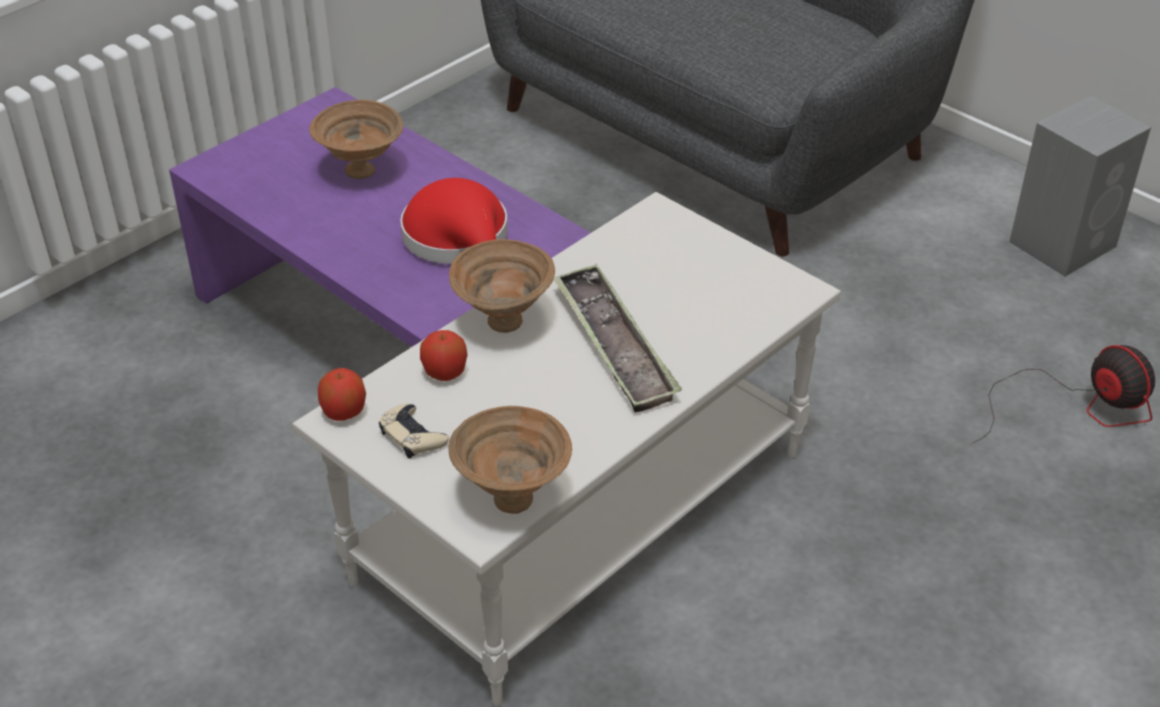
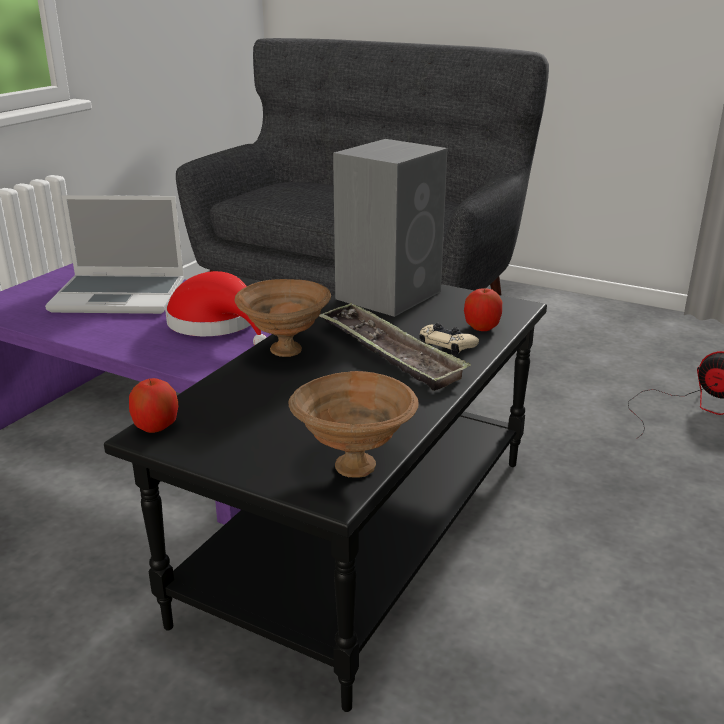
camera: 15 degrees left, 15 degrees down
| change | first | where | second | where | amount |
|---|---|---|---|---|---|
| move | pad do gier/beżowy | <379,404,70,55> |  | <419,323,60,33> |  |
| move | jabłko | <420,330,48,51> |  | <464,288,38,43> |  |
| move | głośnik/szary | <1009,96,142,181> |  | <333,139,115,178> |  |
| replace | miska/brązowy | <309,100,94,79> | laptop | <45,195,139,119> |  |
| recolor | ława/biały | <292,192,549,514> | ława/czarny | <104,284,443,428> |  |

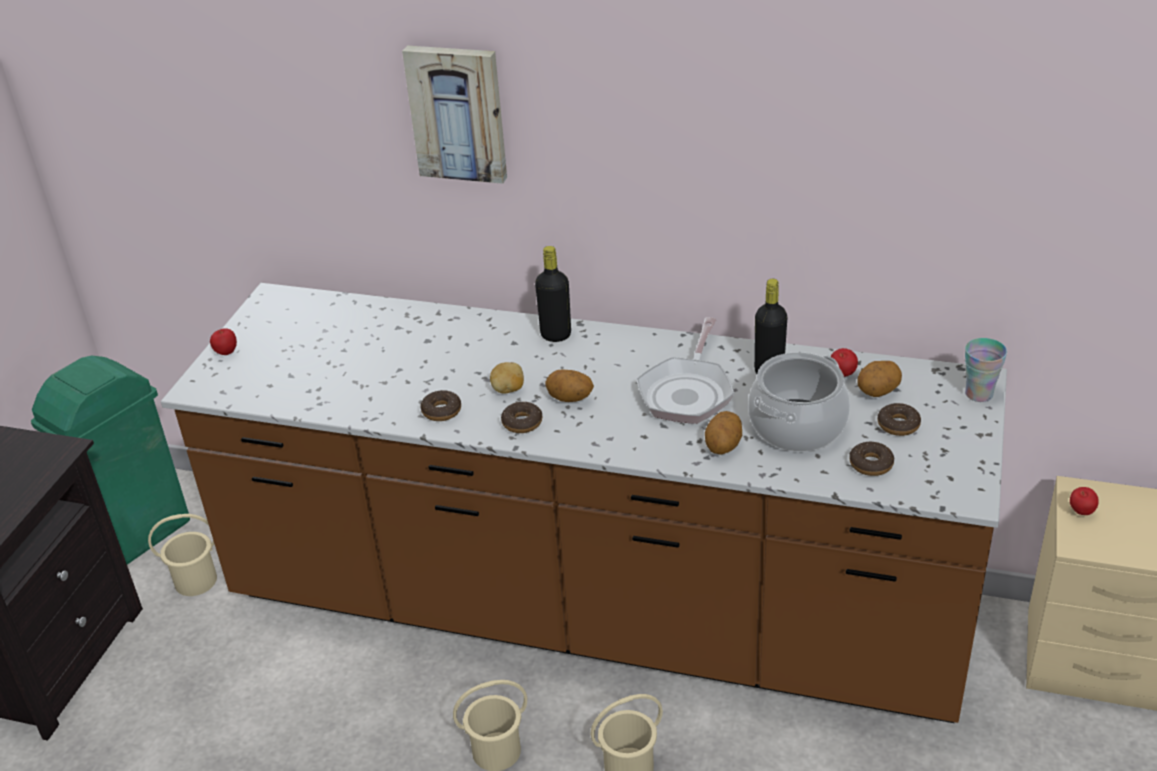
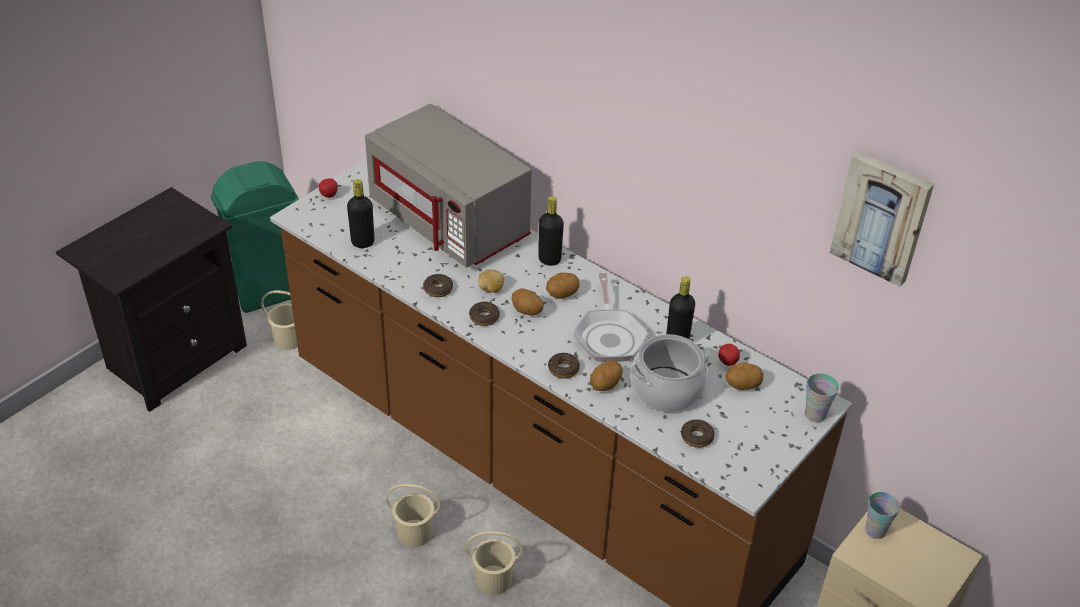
camera: 20 degrees right, 5 degrees up
| change | first | where | second | where | amount |
|---|---|---|---|---|---|
| insert |  |  | butelka/czarny | <347,179,27,69> |  |
| insert |  |  | mikrofalówka/szary | <365,104,167,164> |  |
| insert |  |  | ziemniak | <546,273,34,26> |  |
| move | obraz | <402,45,105,139> |  | <830,151,104,136> |  |
| move | donut | <878,403,43,33> |  | <548,353,32,26> |  |
| replace | jabłko | <1070,487,29,28> | filiżanka | <865,492,35,47> |  |
| rotate | patelnia | <637,317,97,107> |  | <573,273,76,89> | 45 degrees counterclockwise |

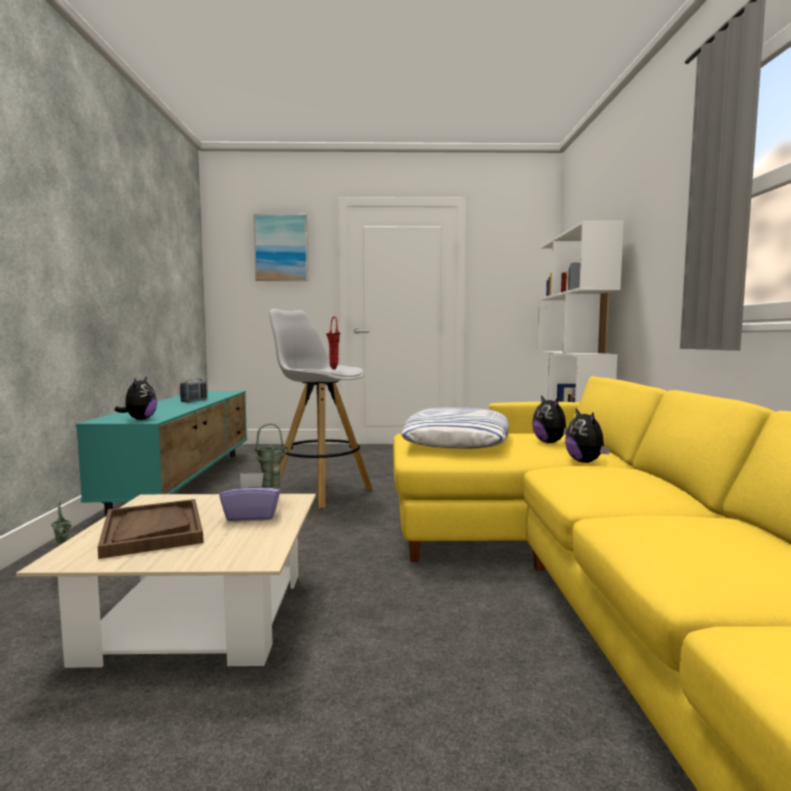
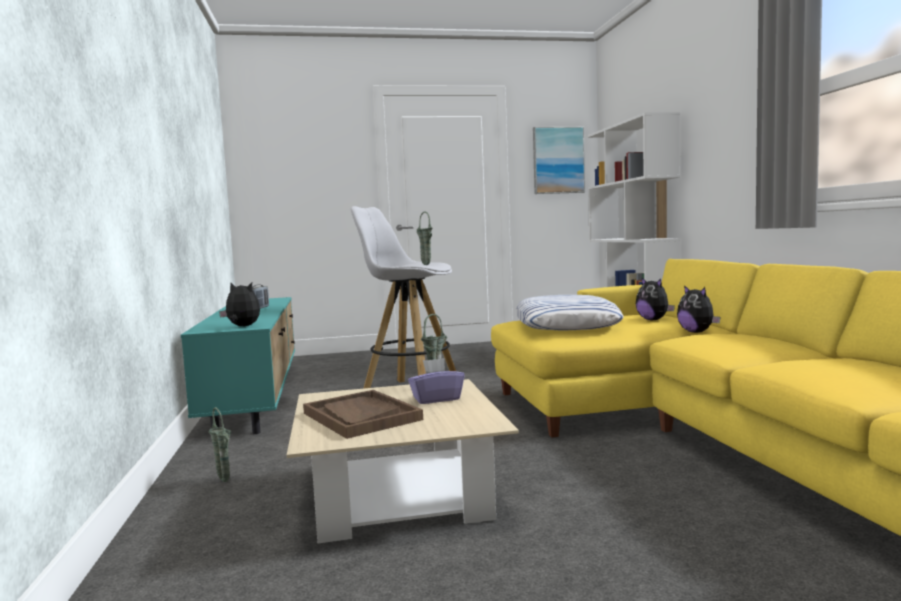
camera: 10 degrees left, 0 degrees up
| change | first | where | second | where | amount |
|---|---|---|---|---|---|
| move | obraz | <253,214,55,67> |  | <533,126,52,68> |  |
| recolor | wazon/czerwony | <326,316,15,53> | wazon/zielony | <417,212,16,53> |  |
| rotate | pluszak | <114,377,43,43> |  | <219,282,41,44> | 60 degrees counterclockwise |

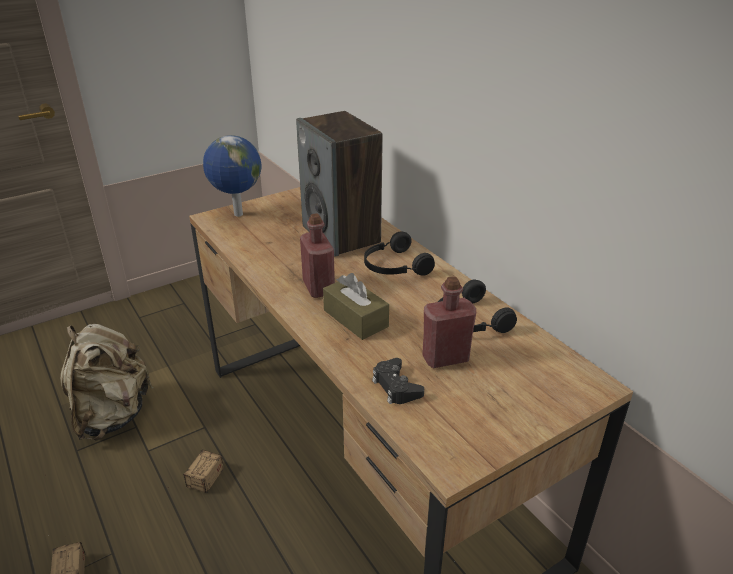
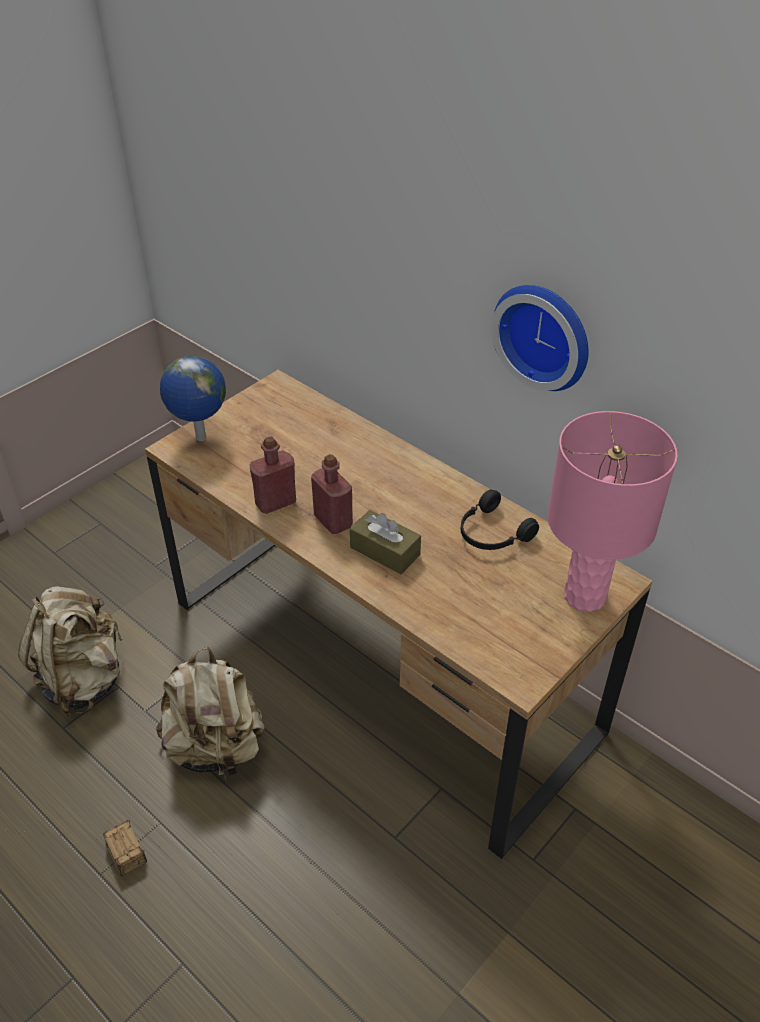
camera: 15 degrees left, 10 degrees up
| change | first | where | second | where | amount |
|---|---|---|---|---|---|
| delete | głośnik | <296,111,87,146> |  |  |  |
| delete | słuchawki/czarny | <364,231,71,45> |  |  |  |
| delete | pad do gier/czarny | <372,358,52,46> |  |  |  |
| insert |  |  | zegar ścienny | <491,285,98,106> |  |
| insert |  |  | lampa stołowa/różowy | <547,411,131,201> |  |
| move | butelka/czerwony | <422,276,54,92> |  | <250,436,46,78> |  |
| replace | pojemnik do przechowywania | <167,450,57,43> | plecak/beżowy | <156,646,109,134> |  |

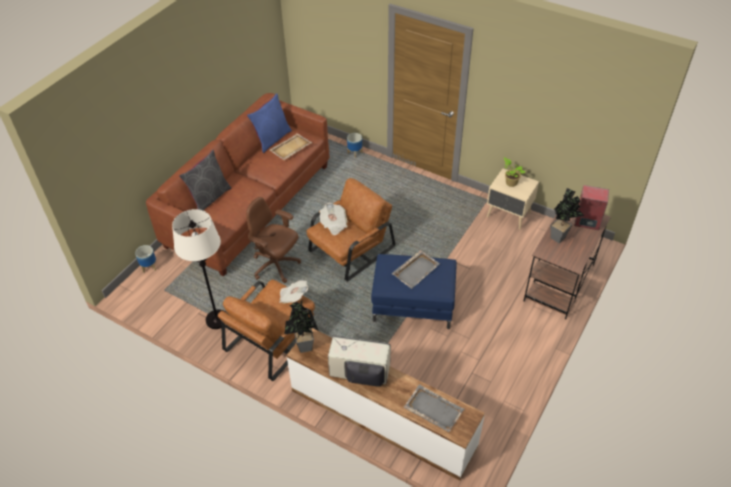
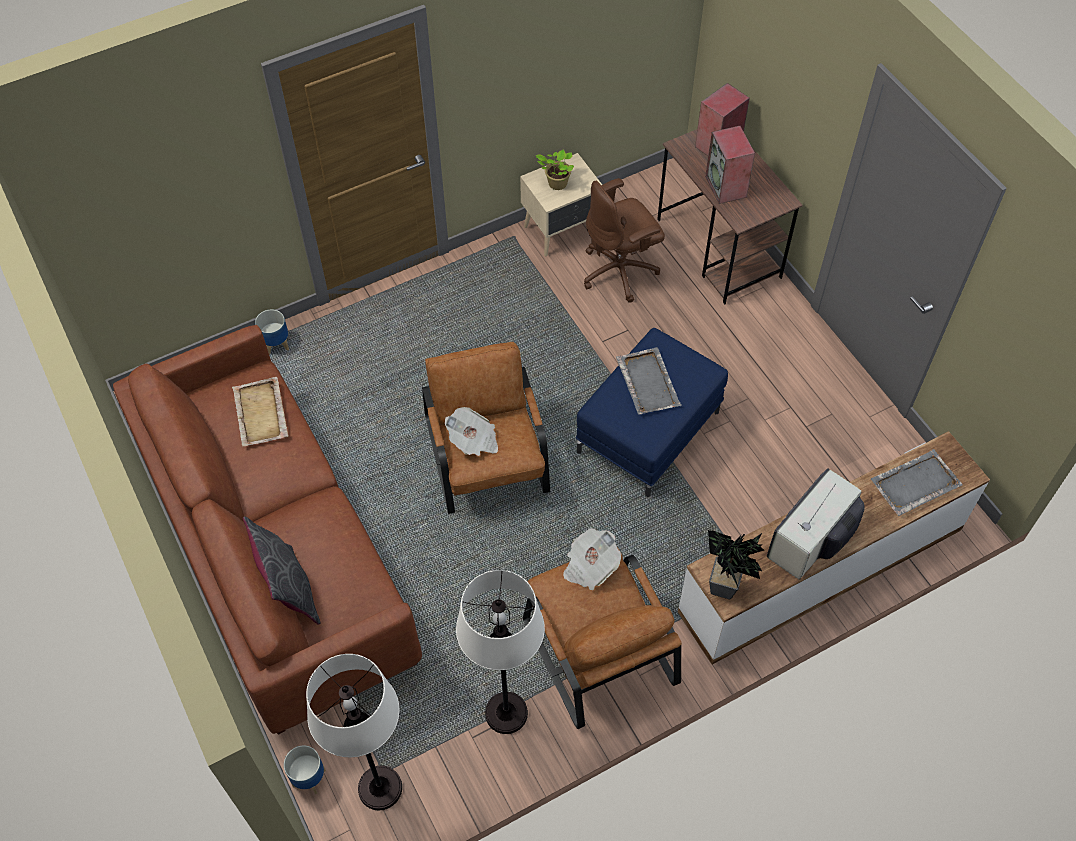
camera: 60 degrees left, 10 degrees up
| change | first | where | second | where | amount |
|---|---|---|---|---|---|
| delete | poduszka/niebieski | <247,93,45,60> |  |  |  |
| insert |  |  | lampa stojąca/biały | <306,654,96,156> |  |
| move | krzesło biurowe/brązowy | <246,197,55,86> |  | <584,178,81,124> |  |
| replace | roślina doniczkowa | <550,188,34,55> | głośnik | <705,126,50,78> |  |

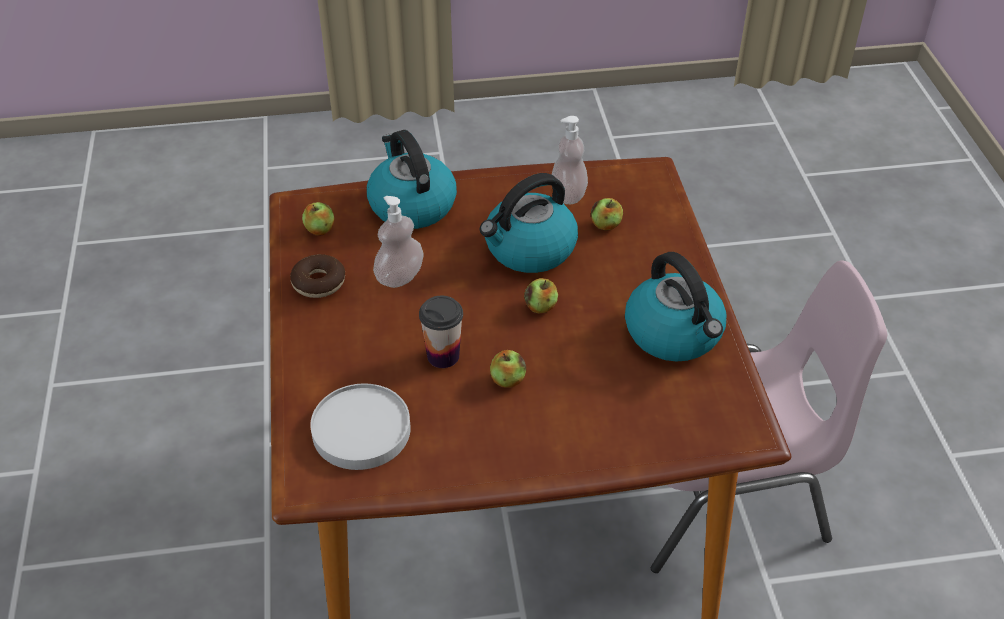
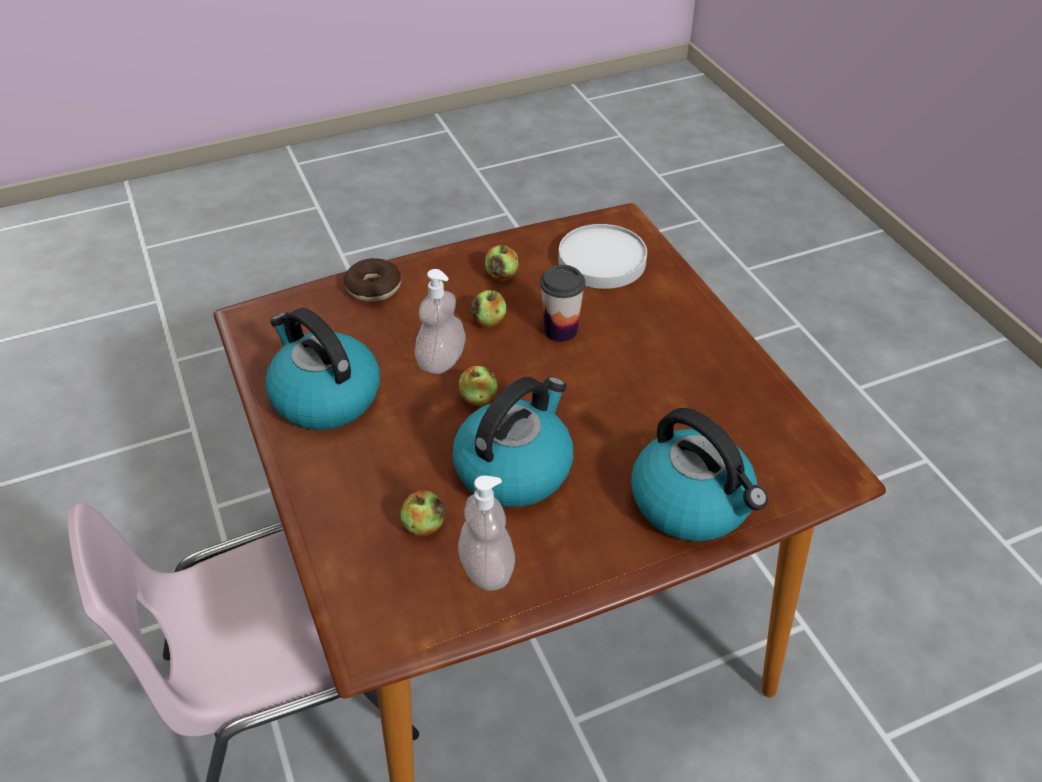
camera: 165 degrees right, 0 degrees up
| change | first | where | second | where | amount |
|---|---|---|---|---|---|
| move | donut | <290,254,55,44> |  | <344,258,57,44> |  |
| move | jabłko | <302,202,32,34> |  | <485,244,33,37> |  |
| move | dozownik mydła | <373,196,51,92> |  | <415,269,51,105> |  |

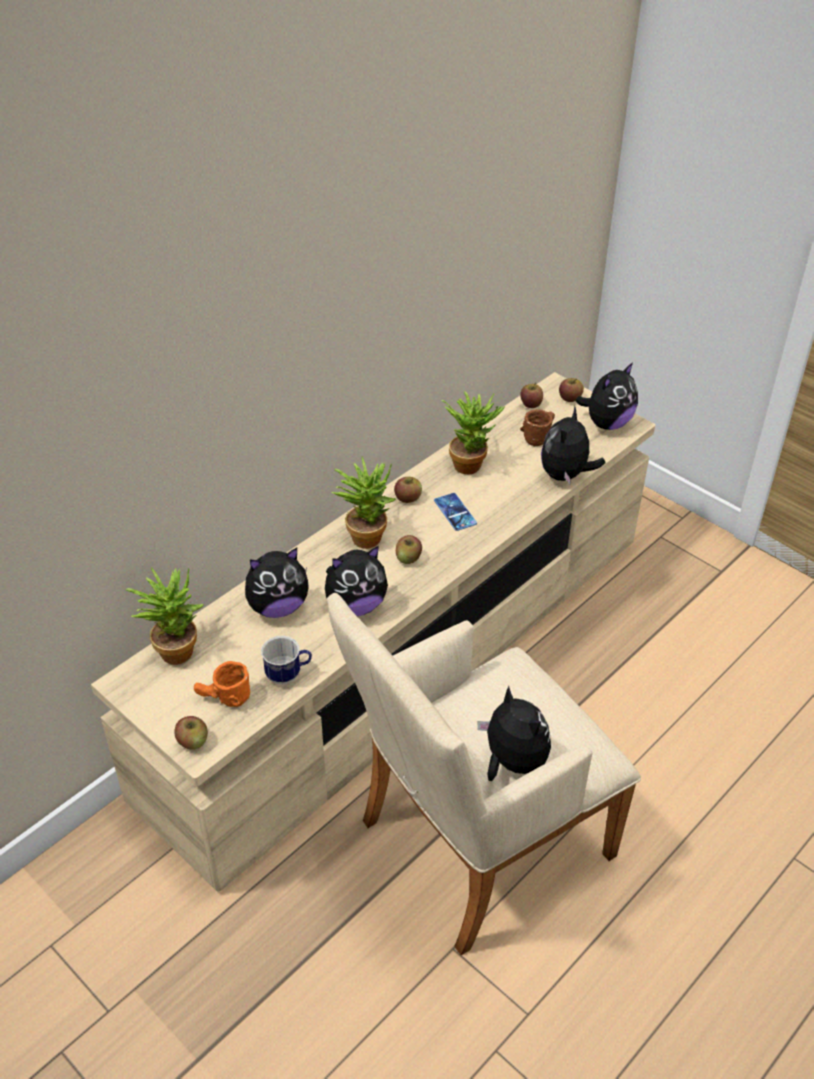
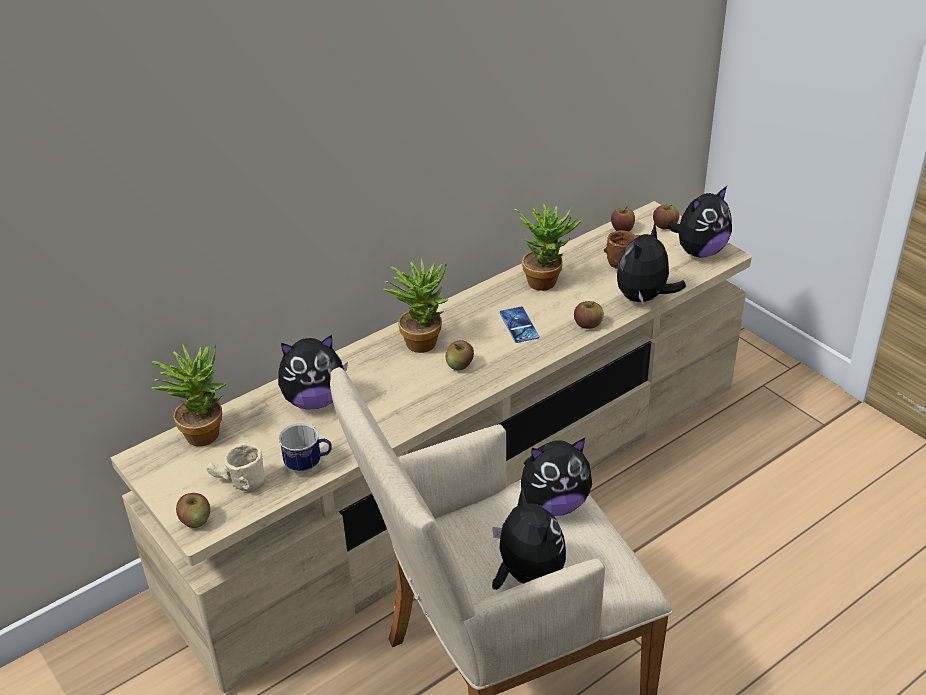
camera: 10 degrees right, 5 degrees down
| change | first | where | second | where | amount |
|---|---|---|---|---|---|
| move | pluszak | <325,546,63,70> |  | <521,438,71,78> |  |
| move | jabłko | <394,477,28,26> |  | <574,301,30,28> |  |
| recolor | kubek/pomarańczowy | <194,661,56,46> | kubek/beżowy | <206,443,59,49> |  |

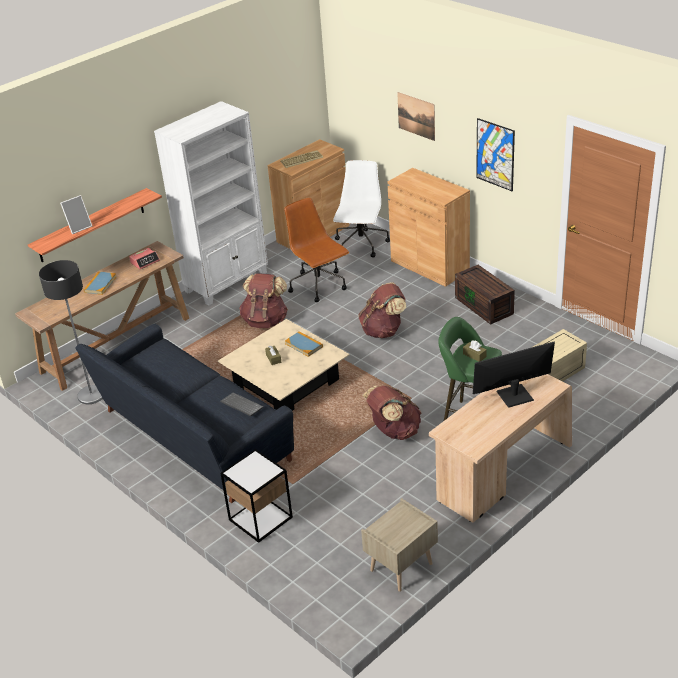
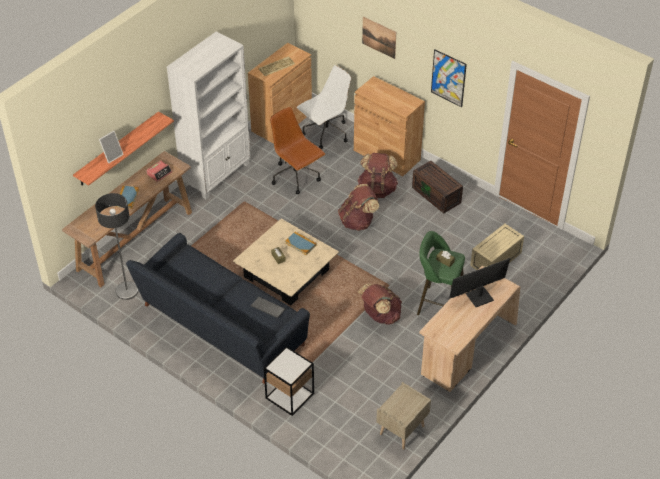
camera: 10 degrees left, 10 degrees up
| change | first | where | second | where | amount |
|---|---|---|---|---|---|
| move | plecak/brązowy | <239,273,49,55> |  | <357,153,41,45> |  |
| rotate | krzesło biurowe/biały | <333,160,57,97> |  | <297,65,54,84> | 45 degrees clockwise |

